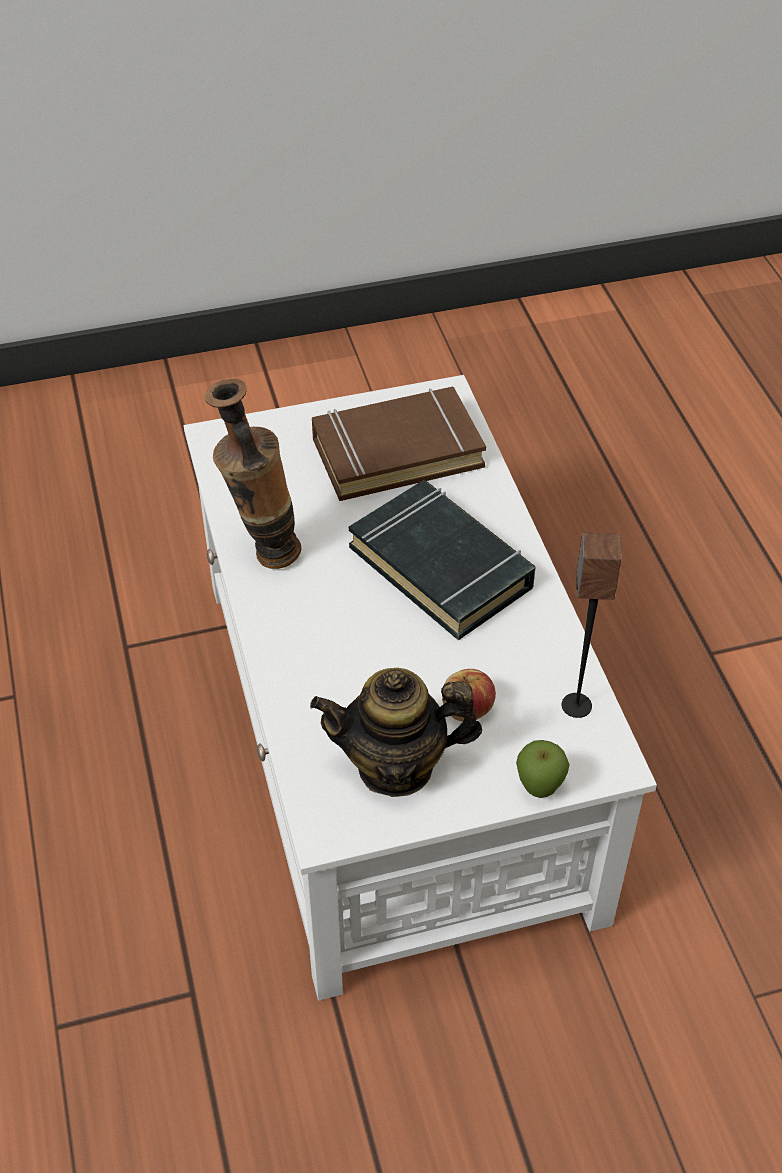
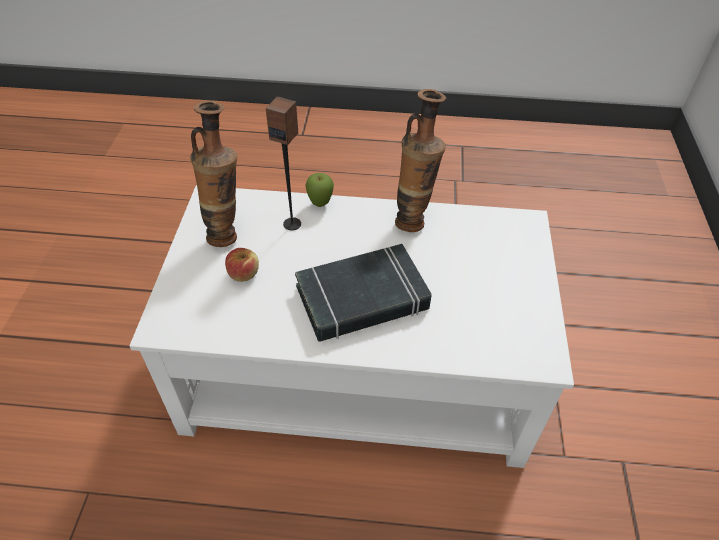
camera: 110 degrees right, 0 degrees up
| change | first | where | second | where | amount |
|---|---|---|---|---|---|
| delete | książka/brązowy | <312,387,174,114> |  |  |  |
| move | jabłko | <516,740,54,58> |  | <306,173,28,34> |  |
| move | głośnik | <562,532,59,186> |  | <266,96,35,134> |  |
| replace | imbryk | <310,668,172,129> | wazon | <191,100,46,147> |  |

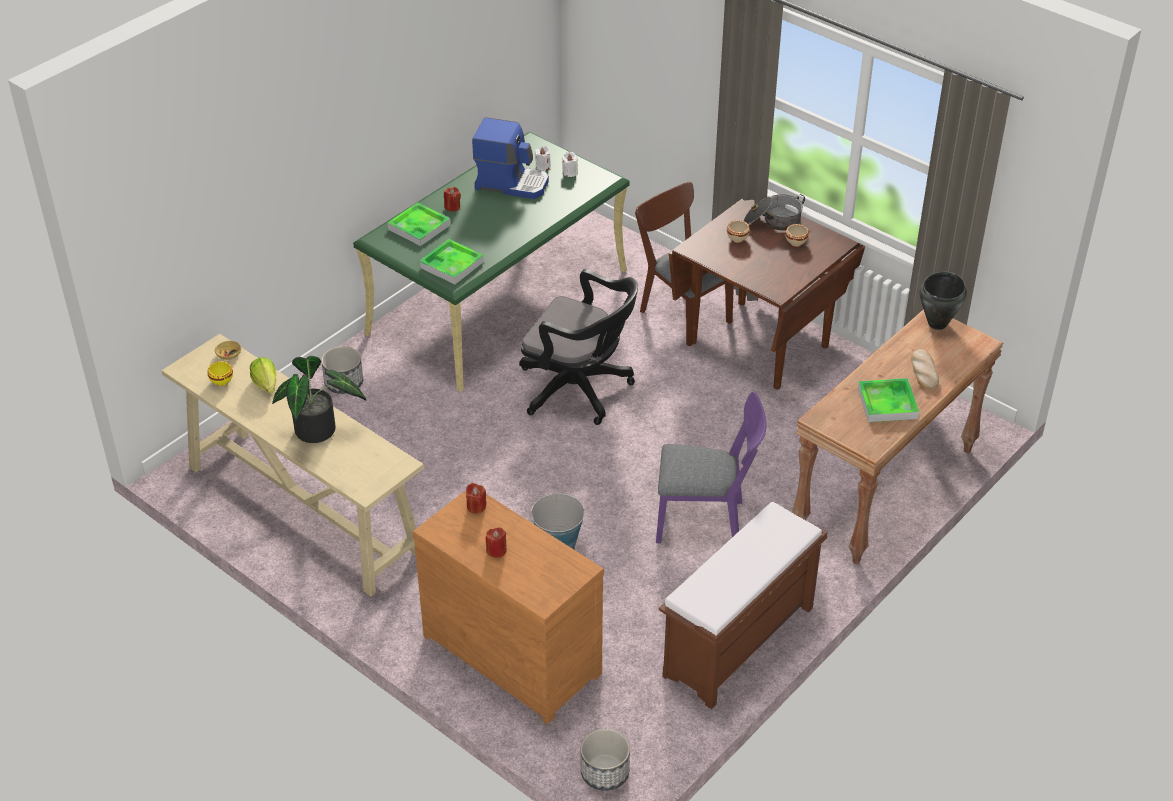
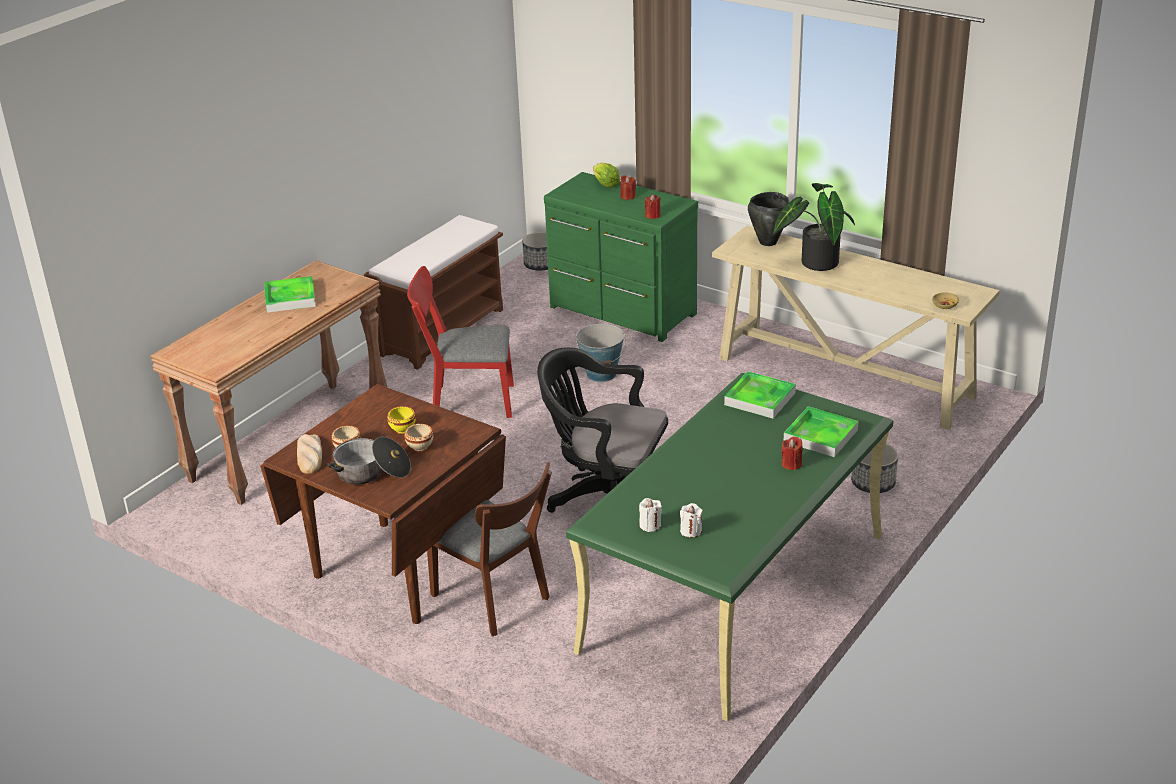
camera: 175 degrees right, 10 degrees down
| change | first | where | second | where | amount |
|---|---|---|---|---|---|
| delete | ekspres do kawy | <472,117,77,82> |  |  |  |
| move | miska/żółty | <207,361,26,25> |  | <387,406,29,28> |  |
| move | sałata | <250,357,26,36> |  | <593,163,27,25> |  |
| move | chleb | <911,349,28,40> |  | <297,434,25,40> |  |
| move | garnek/czarny | <920,272,47,58> |  | <748,192,41,54> |  |
| recolor | komoda/brązowy | <412,490,192,234> | komoda/zielony | <544,172,154,170> |  |
| recolor | krzesło/fioletowy | <656,392,110,152> | krzesło/czerwony | <407,266,107,152> |  |

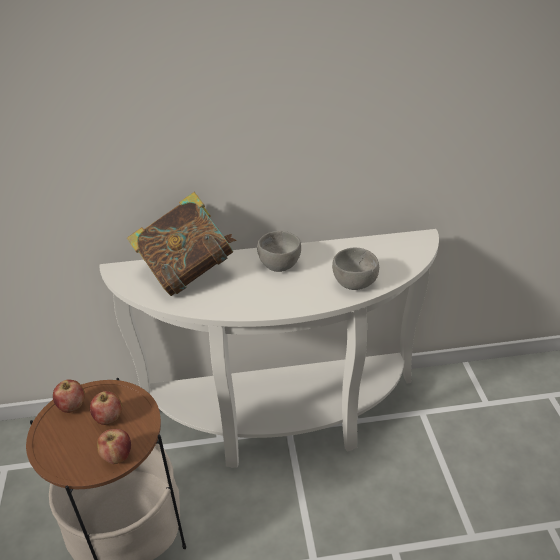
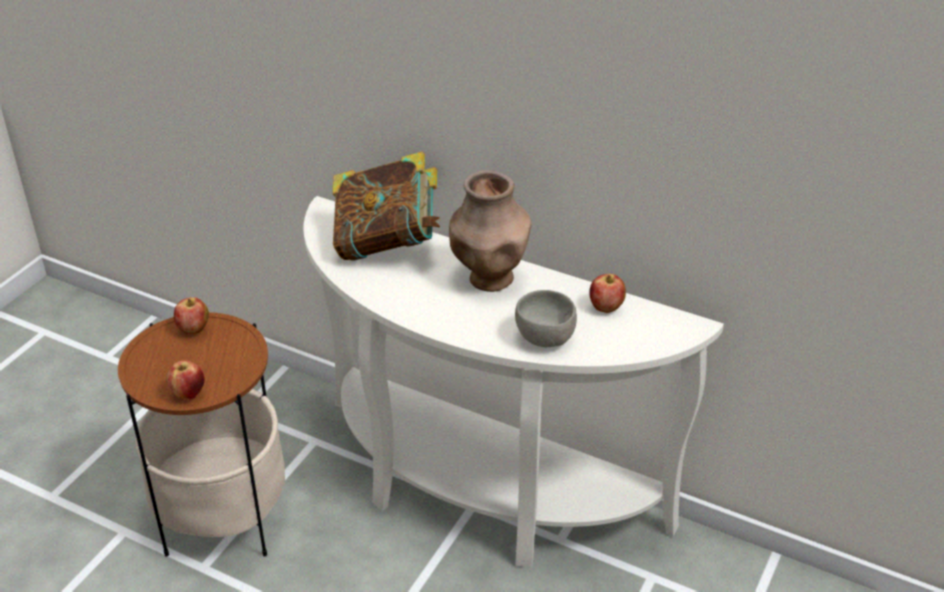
camera: 35 degrees right, 0 degrees up
| change | first | where | second | where | amount |
|---|---|---|---|---|---|
| move | jabłko | <90,391,32,34> |  | <589,274,37,39> |  |
| replace | miska/szary | <257,231,44,41> | wazon/brązowy | <449,170,83,122> |  |

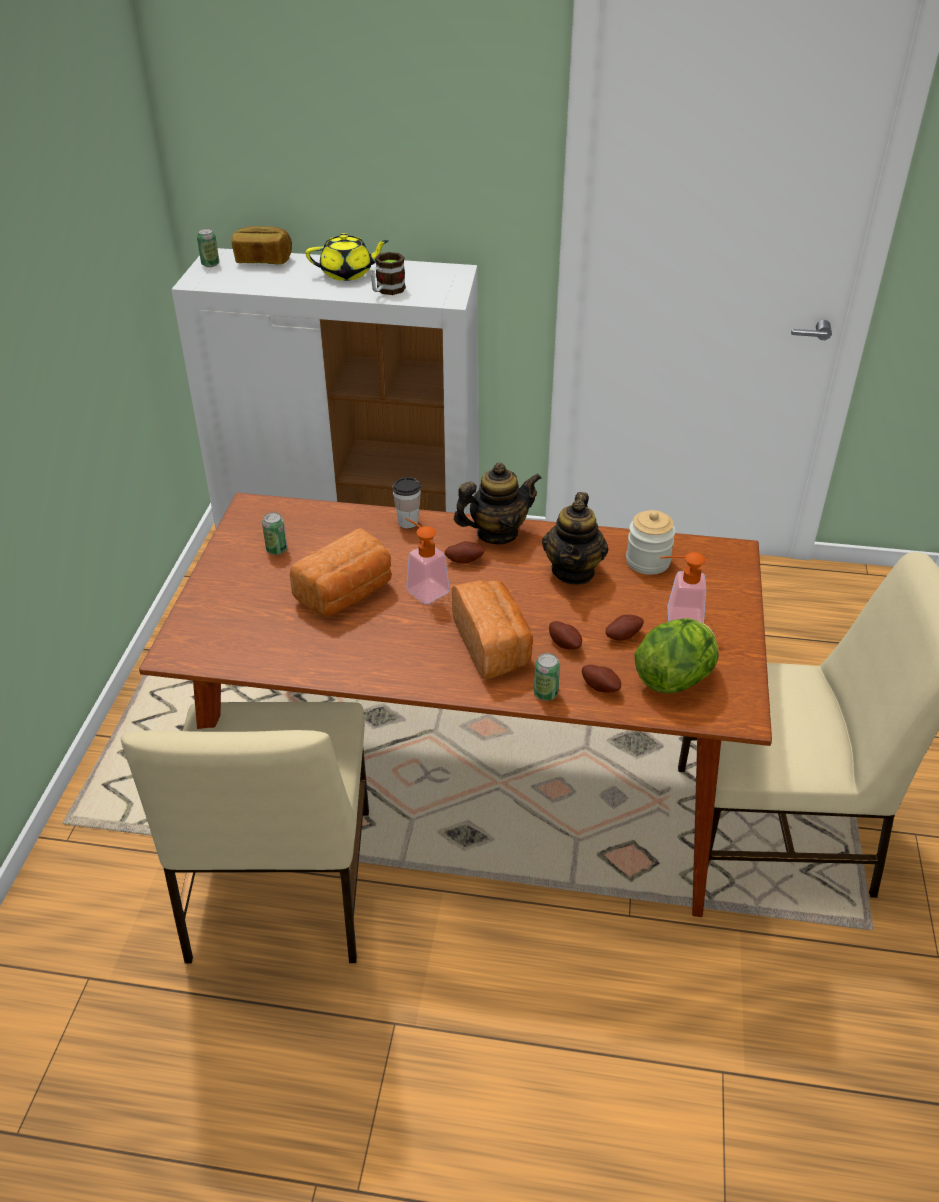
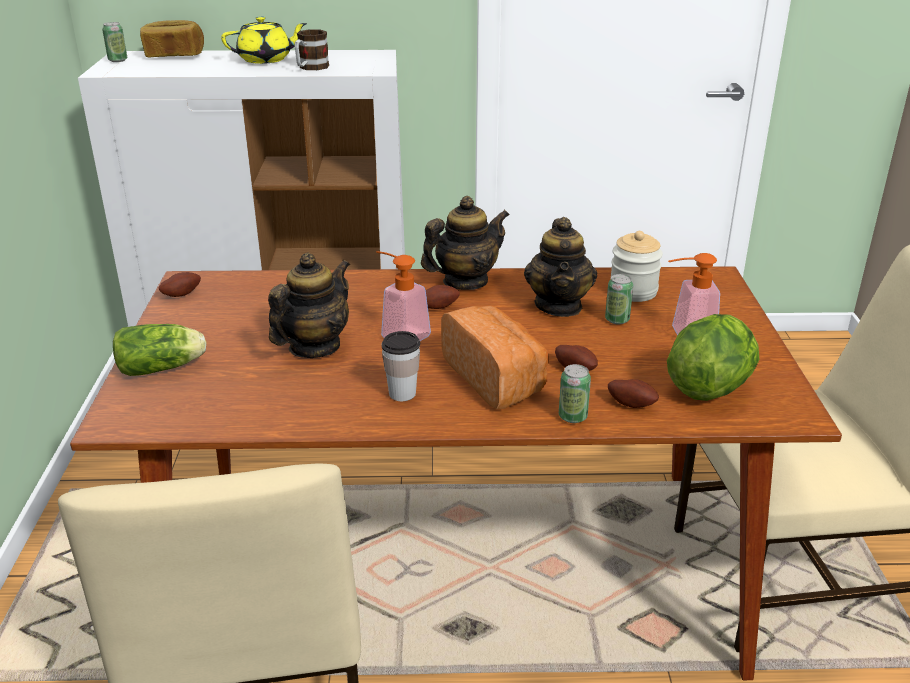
camera: 10 degrees left, 10 degrees down
| change | first | where | second | where | amount |
|---|---|---|---|---|---|
| insert |  |  | sałata | <113,324,94,52> |  |
| move | puszka | <262,512,25,43> |  | <605,274,28,50> |  |
| move | filiżanka | <392,477,29,51> |  | <382,331,38,70> |  |
| move | ziemniak | <606,615,38,26> |  | <159,272,42,25> |  |
| replace | chleb | <290,528,102,88> | imbryk | <268,253,82,105> |  |

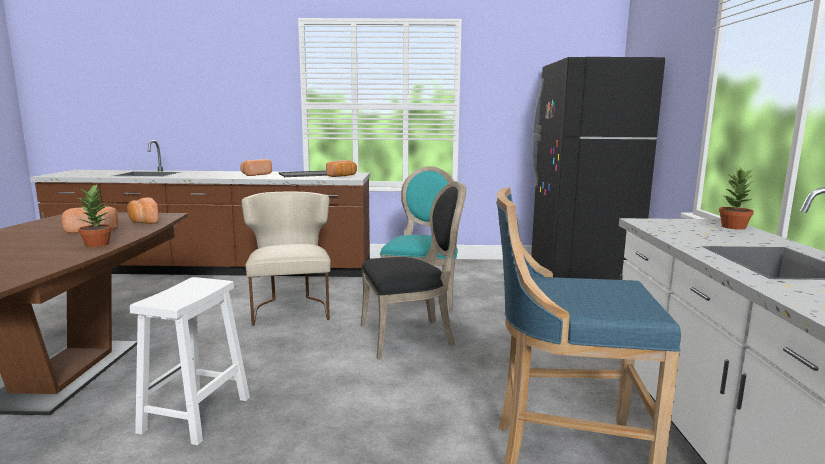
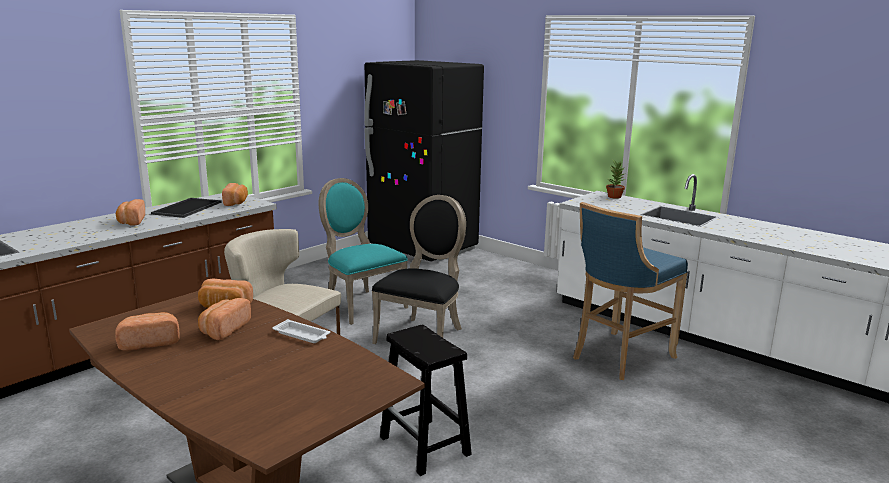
camera: 50 degrees left, 5 degrees up
| change | first | where | second | where | amount |
|---|---|---|---|---|---|
| insert |  |  | chleb | <115,312,65,38> |  |
| replace | roślina doniczkowa | <77,184,36,63> | taca/biały | <272,319,58,24> |  |
| recolor | stołek/biały | <130,277,120,168> | stołek/czarny | <380,325,92,151> |  |

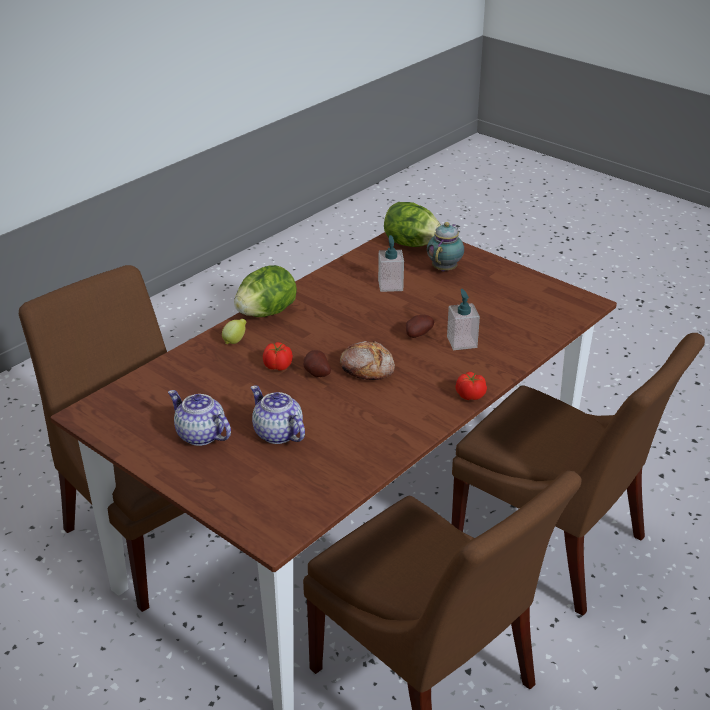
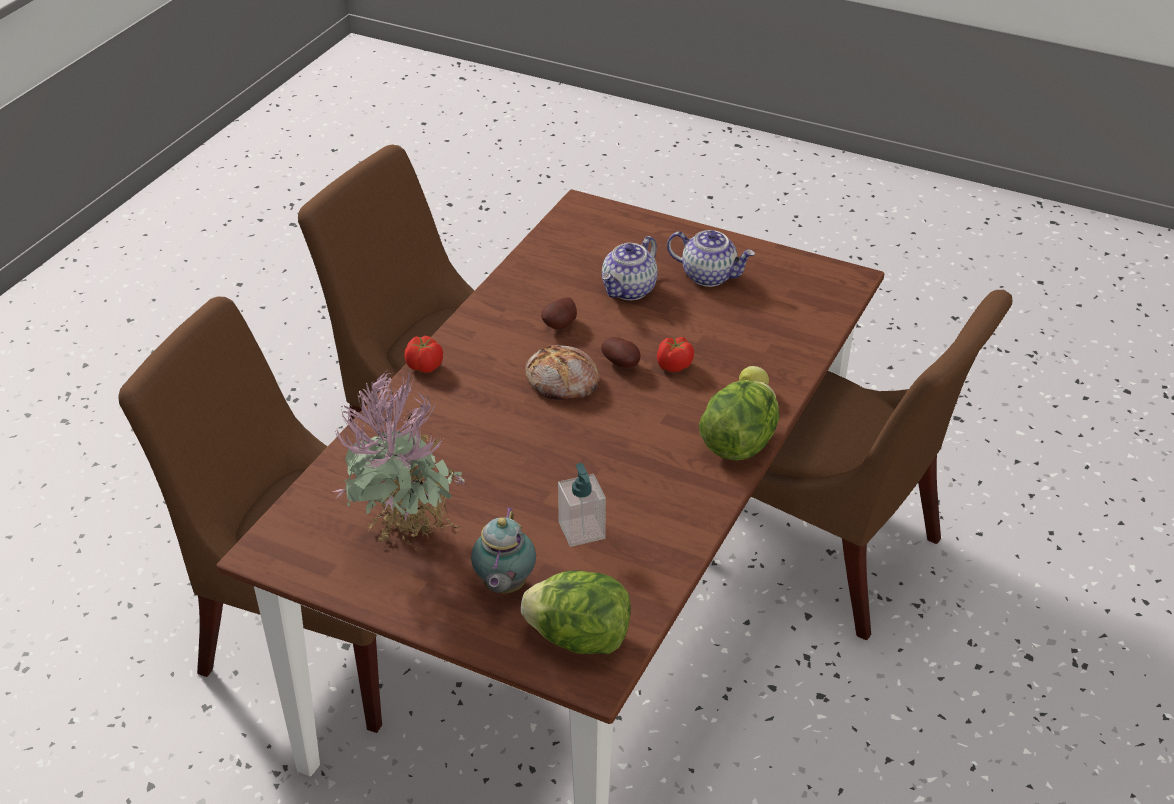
camera: 165 degrees right, 5 degrees up
| change | first | where | second | where | amount |
|---|---|---|---|---|---|
| delete | dozownik mydła | <447,289,33,61> |  |  |  |
| insert |  |  | roślina doniczkowa | <333,369,132,182> |  |
| move | ziemniak | <406,315,28,23> |  | <541,297,36,32> |  |
| rotate | imbryk | <251,386,54,58> |  | <602,236,56,64> | 90 degrees clockwise |

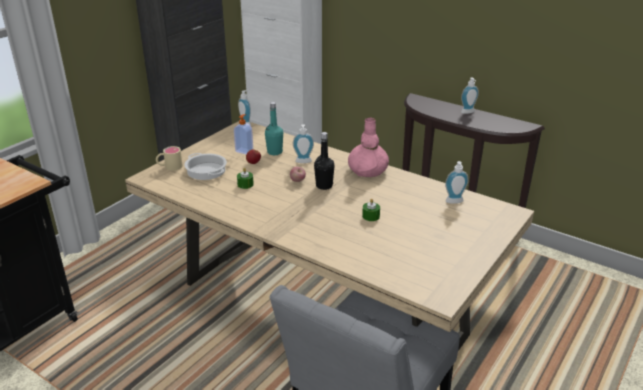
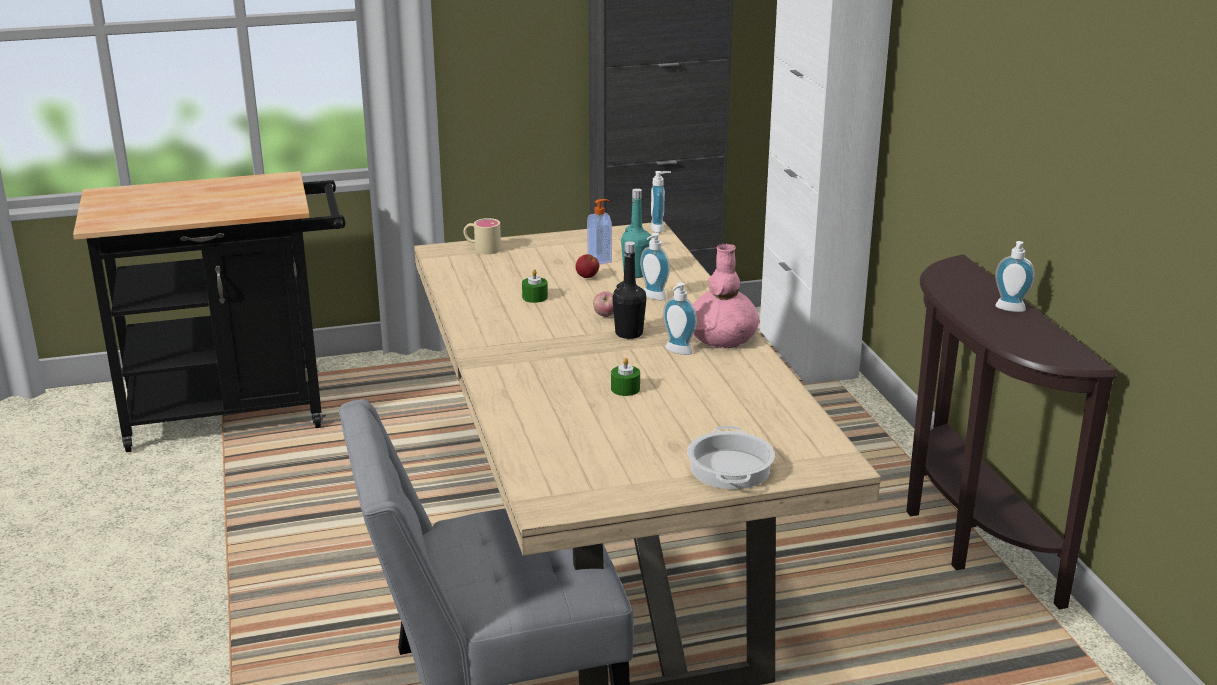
camera: 40 degrees right, 5 degrees down
| change | first | where | second | where | amount |
|---|---|---|---|---|---|
| move | garnek | <184,153,43,27> |  | <687,426,88,63> |  |
| move | dozownik mydła | <445,161,24,43> |  | <663,282,34,73> |  |

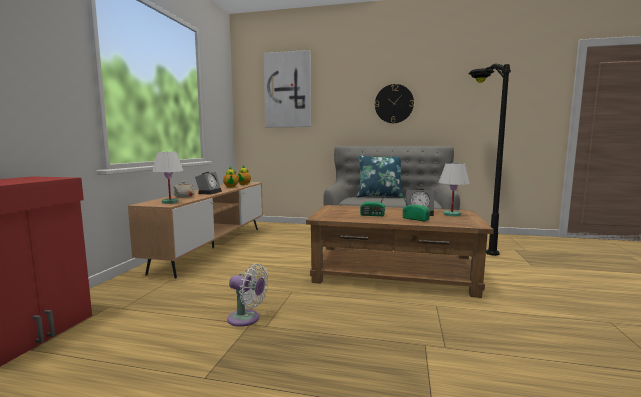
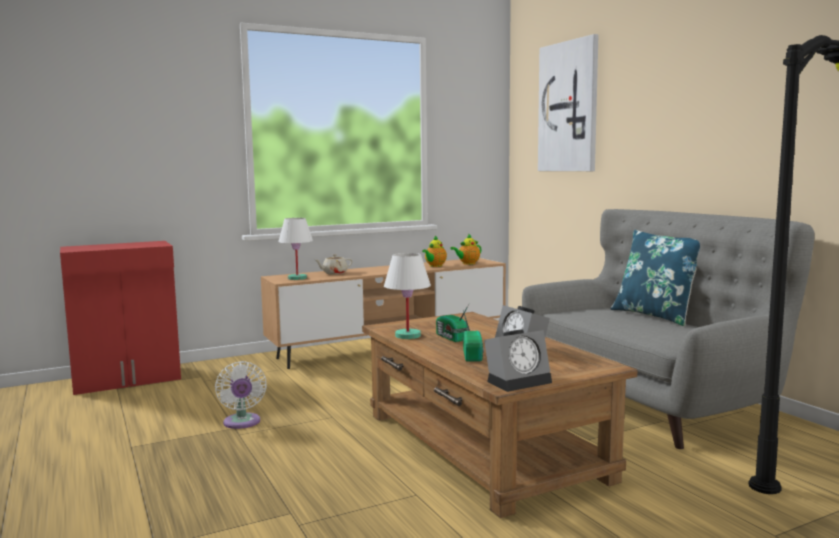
camera: 50 degrees right, 0 degrees up
| change | first | where | second | where | amount |
|---|---|---|---|---|---|
| delete | zegar ścienny | <375,84,39,39> |  |  |  |
| move | budzik | <195,172,27,23> |  | <484,330,68,62> |  |
| move | lampa stołowa/biały | <438,163,32,53> |  | <384,253,47,86> |  |

